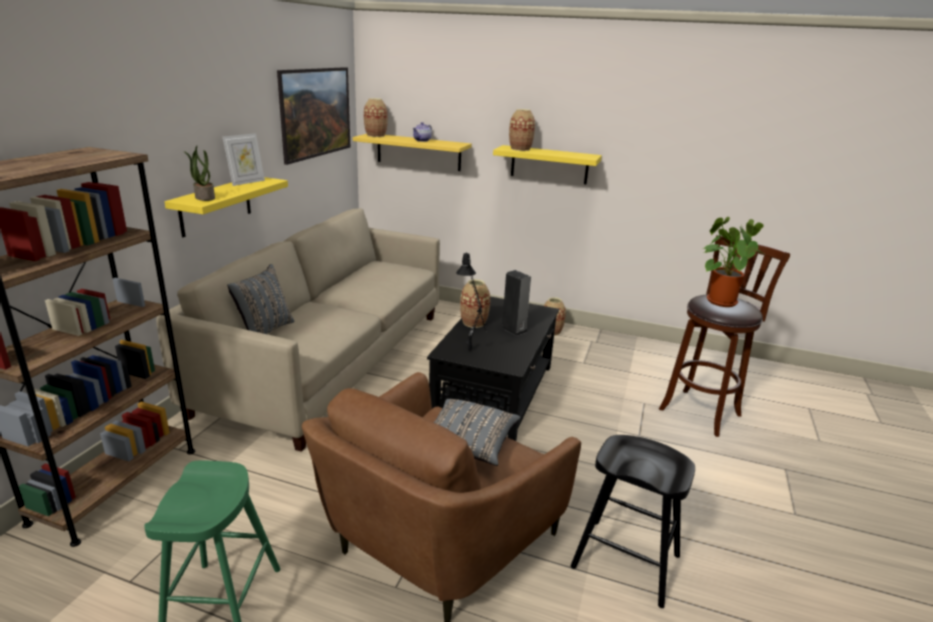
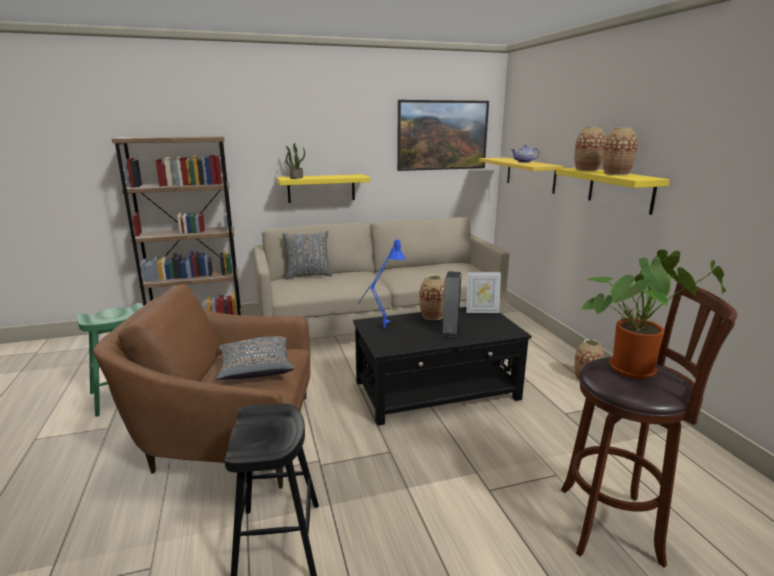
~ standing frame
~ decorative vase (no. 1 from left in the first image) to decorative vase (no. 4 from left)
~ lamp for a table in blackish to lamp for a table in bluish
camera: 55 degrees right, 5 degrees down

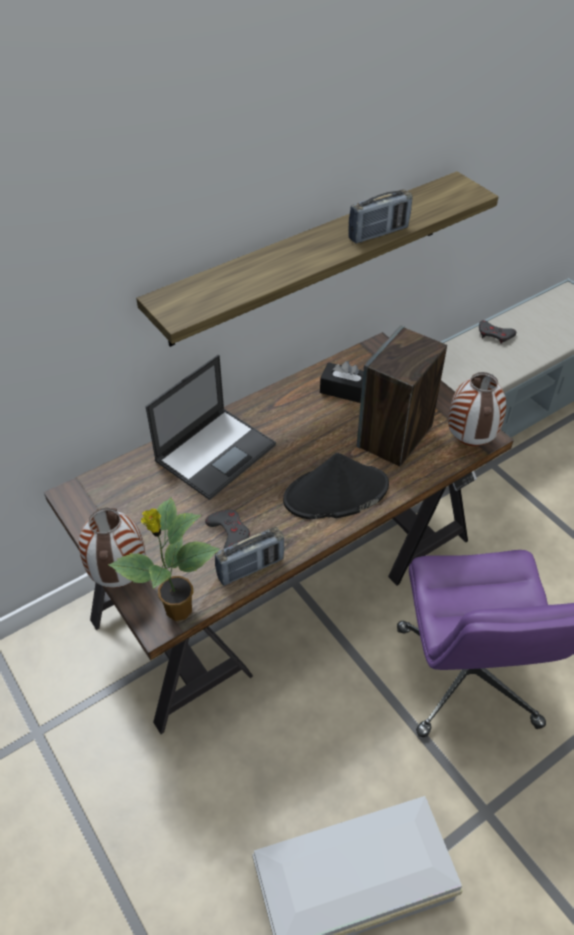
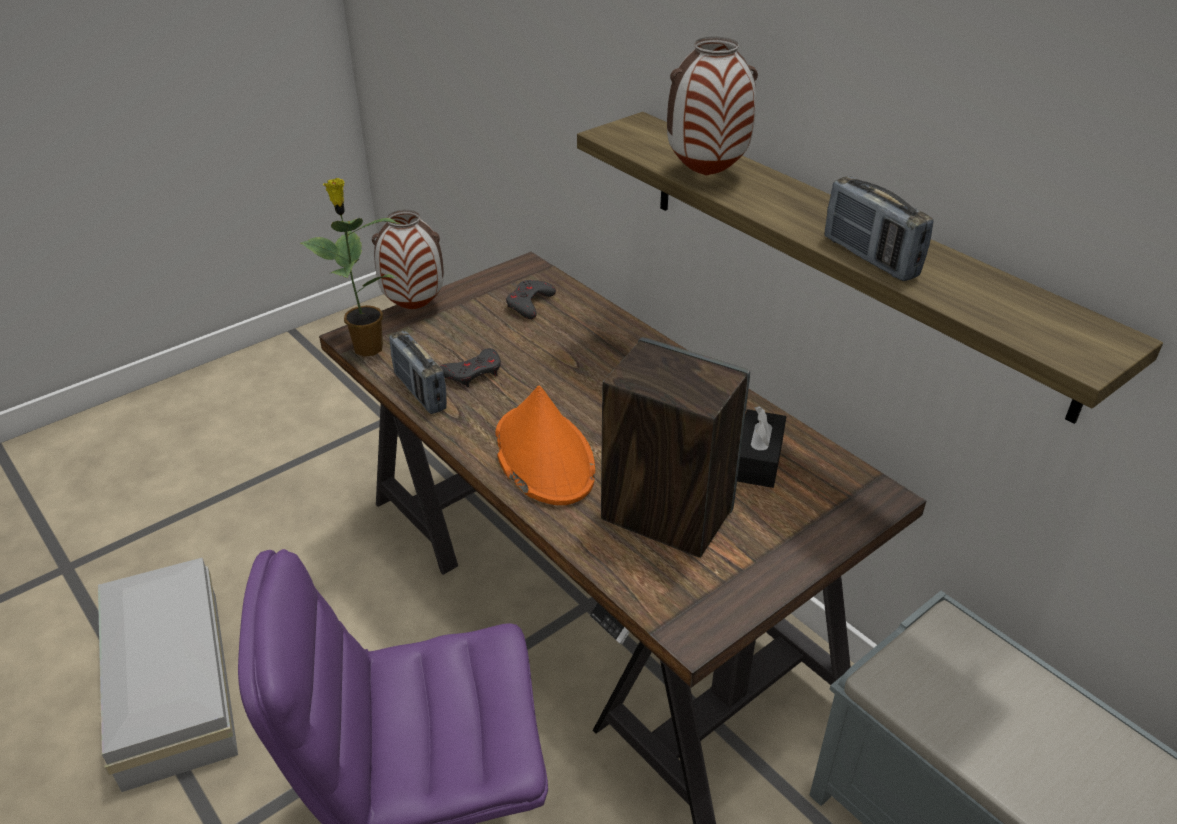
- laptop
~ hat in blackish to hat in orangey
~ decorative vase (no. 2 from left)
~ game controller in grey (no. 2 from left)
camera: 85 degrees right, 10 degrees down

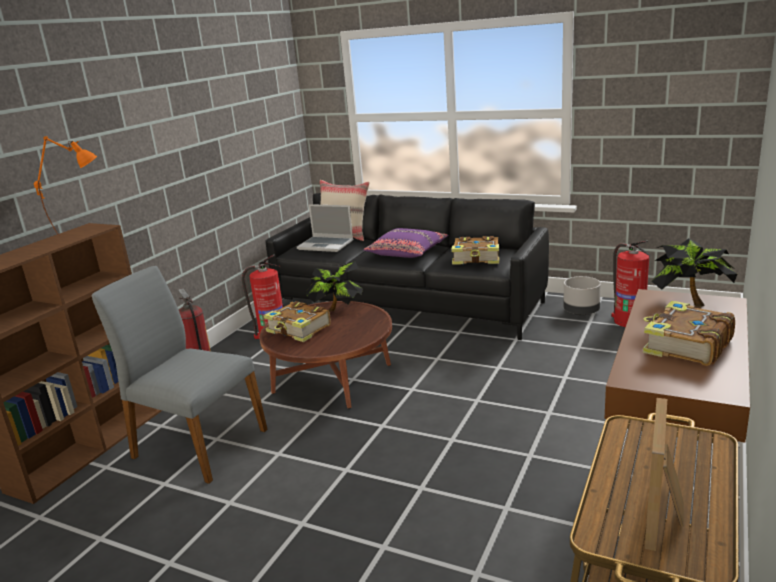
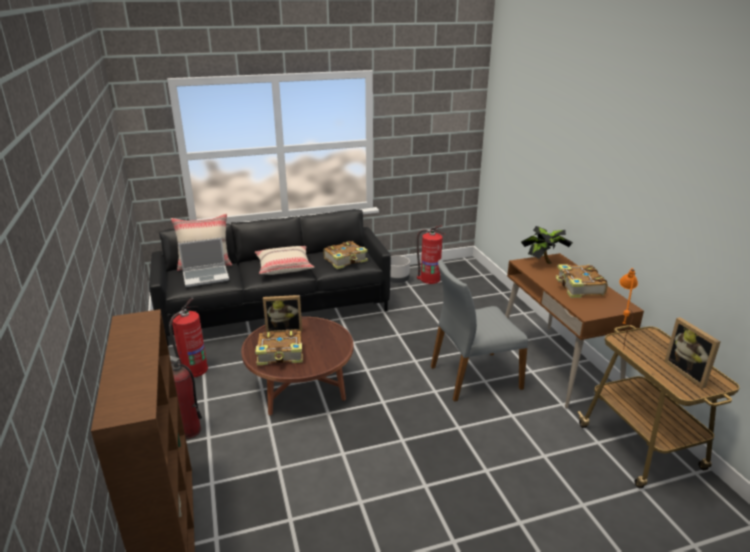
~ lamp for a table in orangey
~ chair in grey
~ potted plant (no. 1 from left) to standing frame (no. 1 from left)
~ cushion in purple-coloured to cushion in beige-coloured (no. 2 from left)
camera: 45 degrees left, 5 degrees up

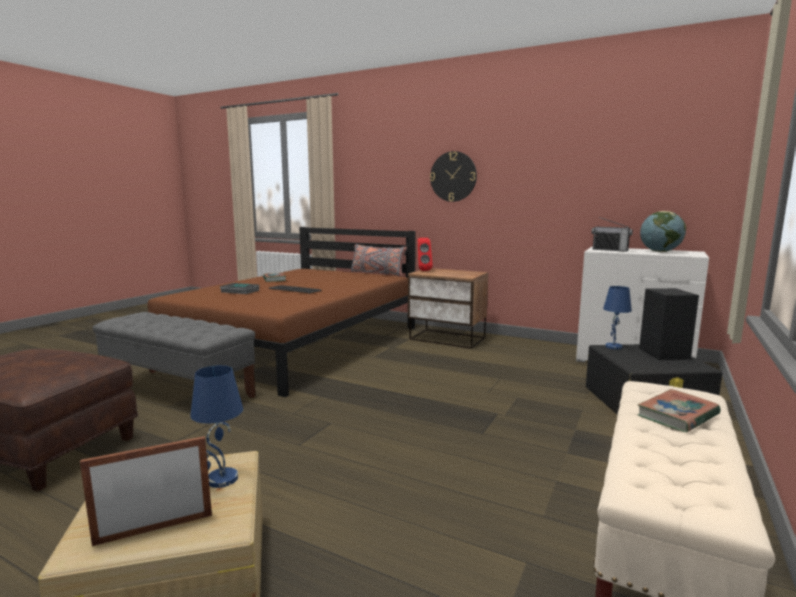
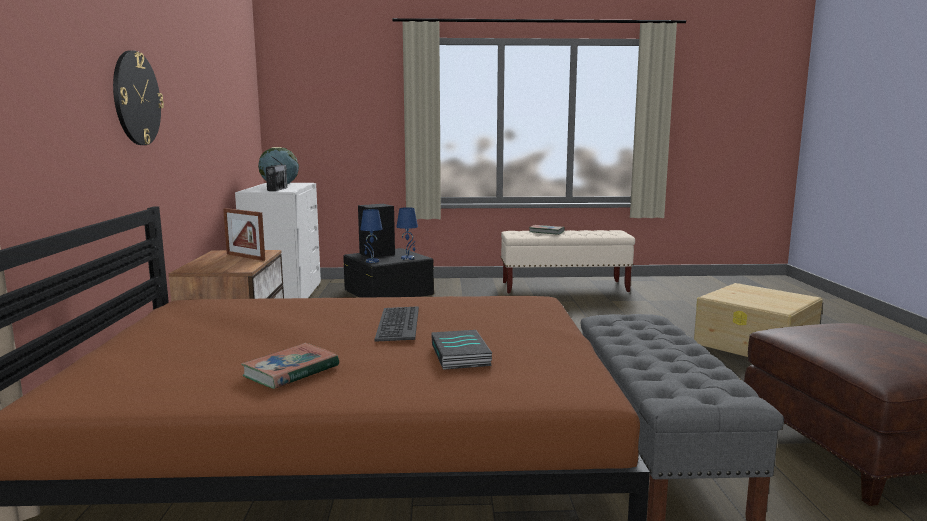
~ standing frame
~ lamp for a table in bluish (no. 1 from left in the first image) to lamp for a table in bluish (no. 2 from left)
- cushion in grey
- audio speaker in red-coloured
camera: 120 degrees left, 0 degrees up

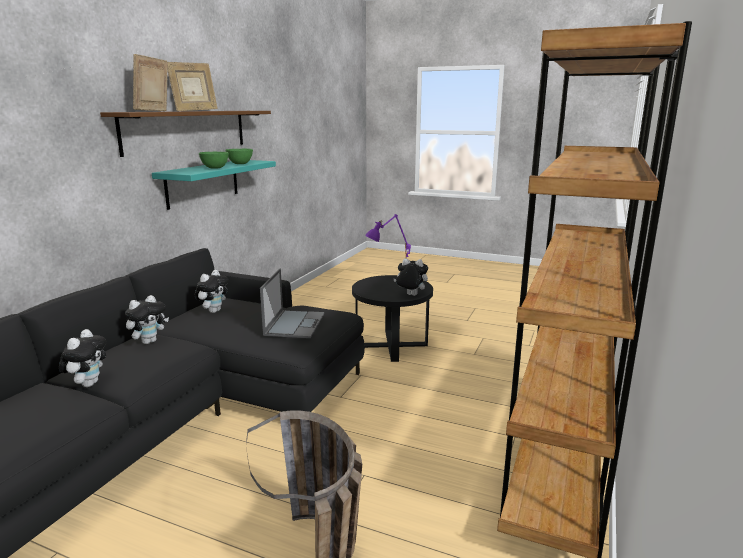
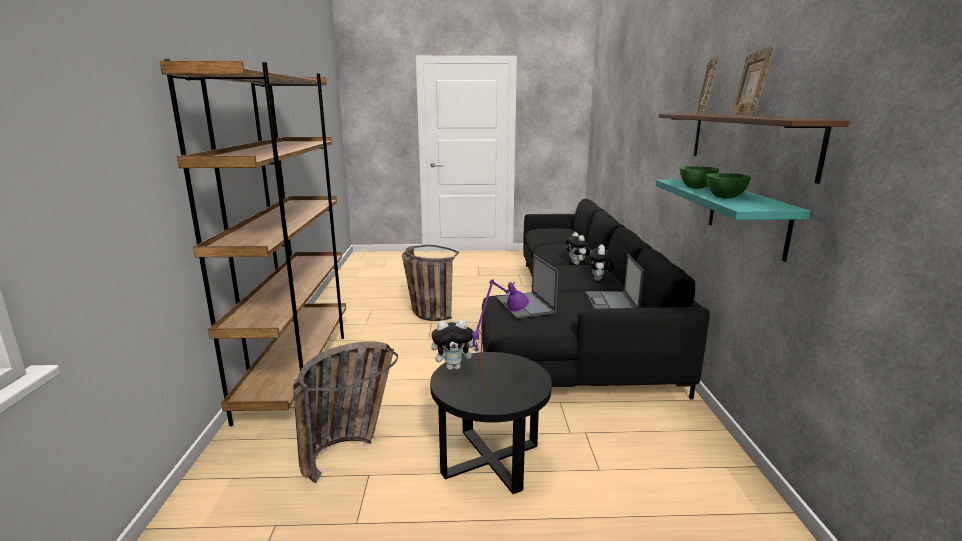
~ standing frame (no. 1 from left) 150 degrees counterclockwise
~ plush toy (no. 3 from left) to laptop (no. 2 from left)
+ storage basket (no. 1 from left)
camera: 155 degrees right, 0 degrees up

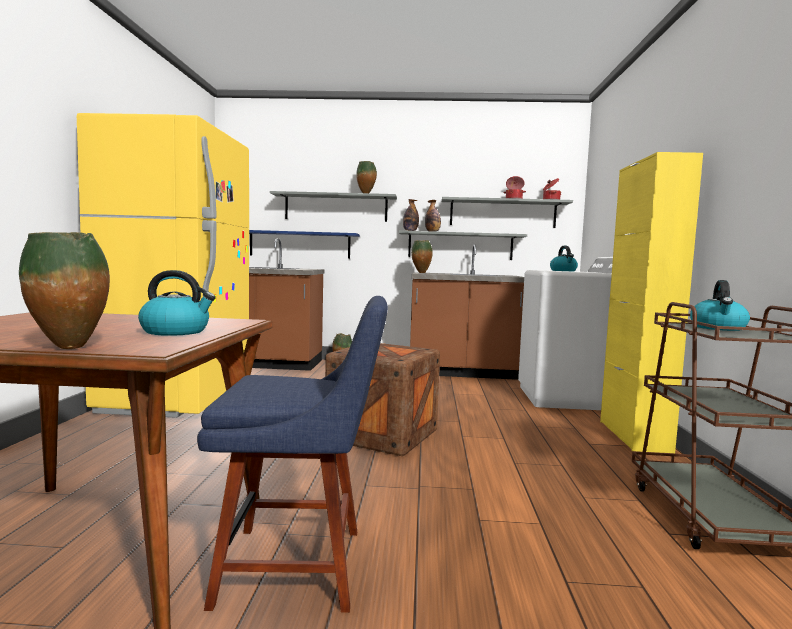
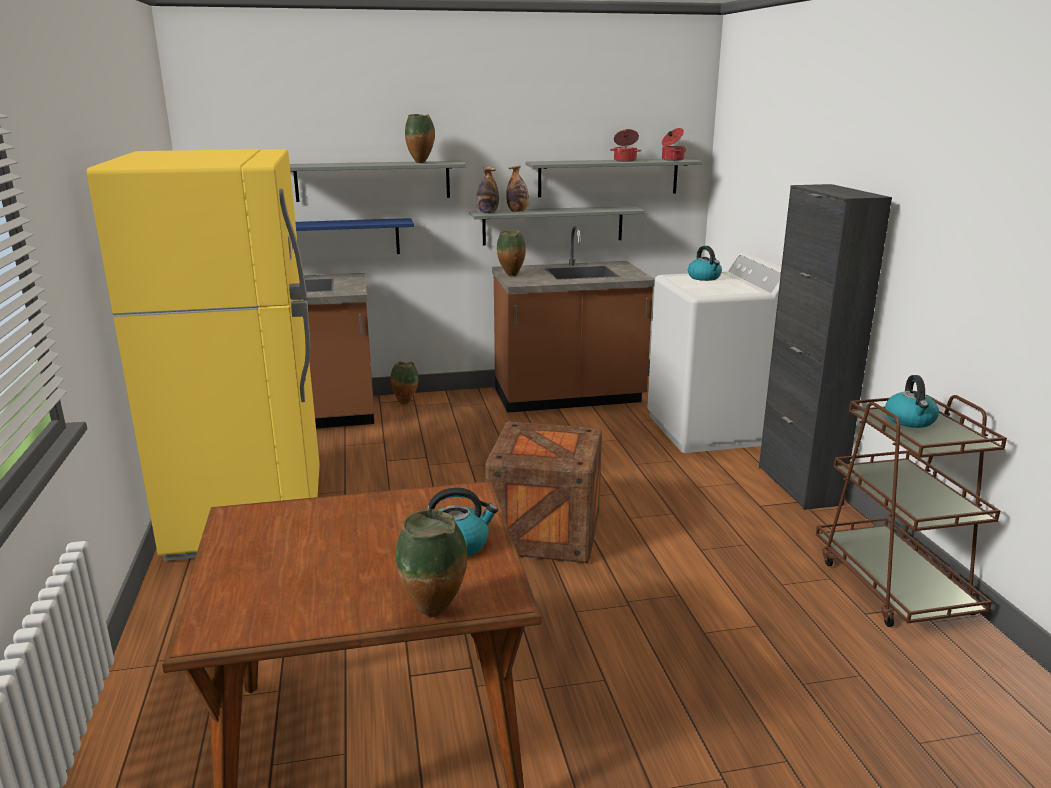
- chair in bluish
~ cupboard in yellow to cupboard in blackish
camera: 15 degrees left, 15 degrees up

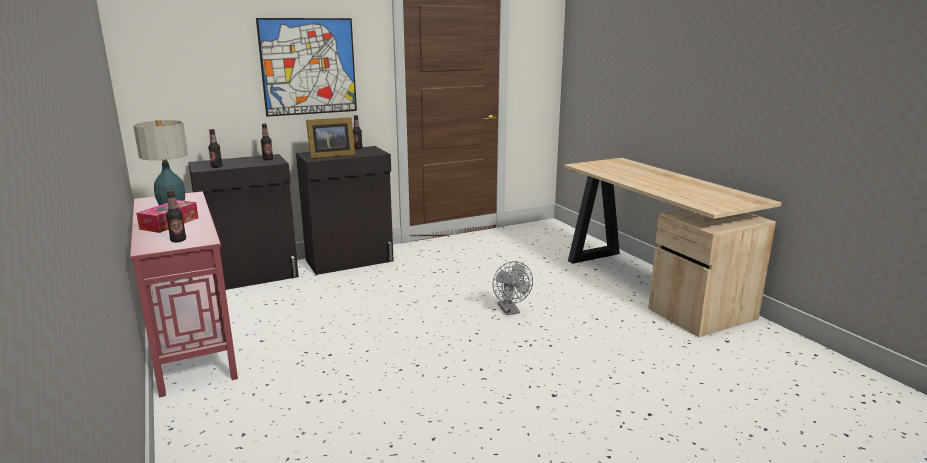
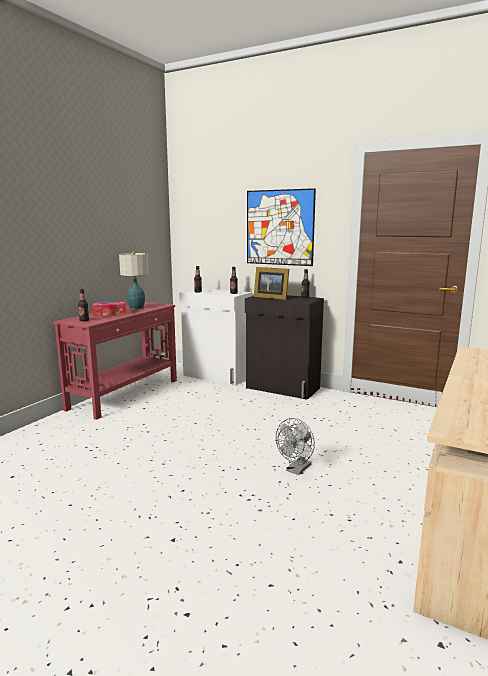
~ cupboard in blackish (no. 1 from left) to cupboard in whitish
camera: 55 degrees right, 5 degrees down

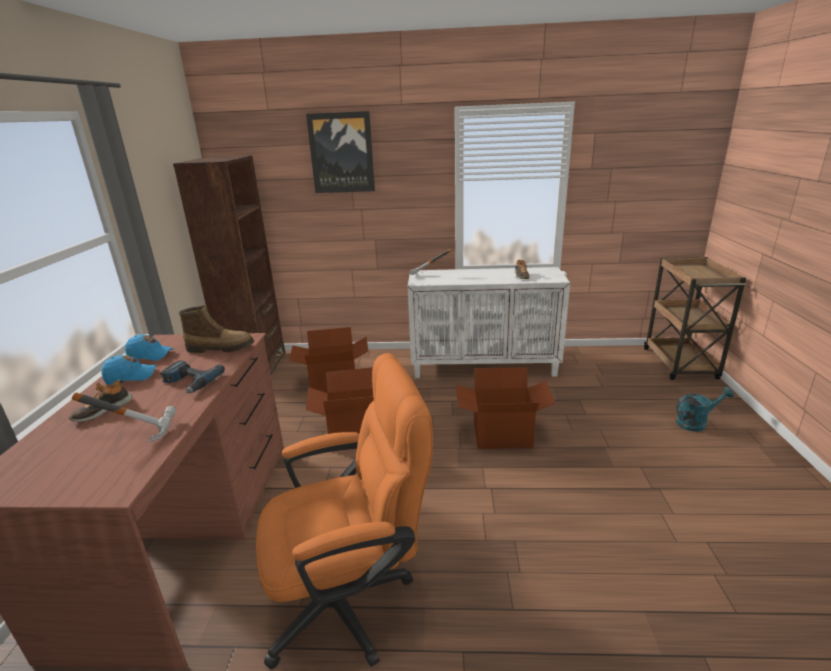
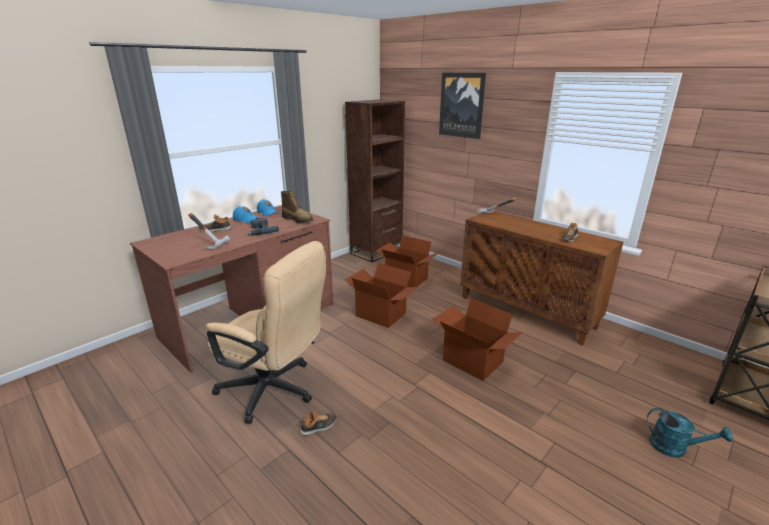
~ office chair in orangey to office chair in beige-coloured
~ cupboard in whitish to cupboard in brown-coloured
+ low shoe (no. 2 from left)
camera: 40 degrees right, 0 degrees up

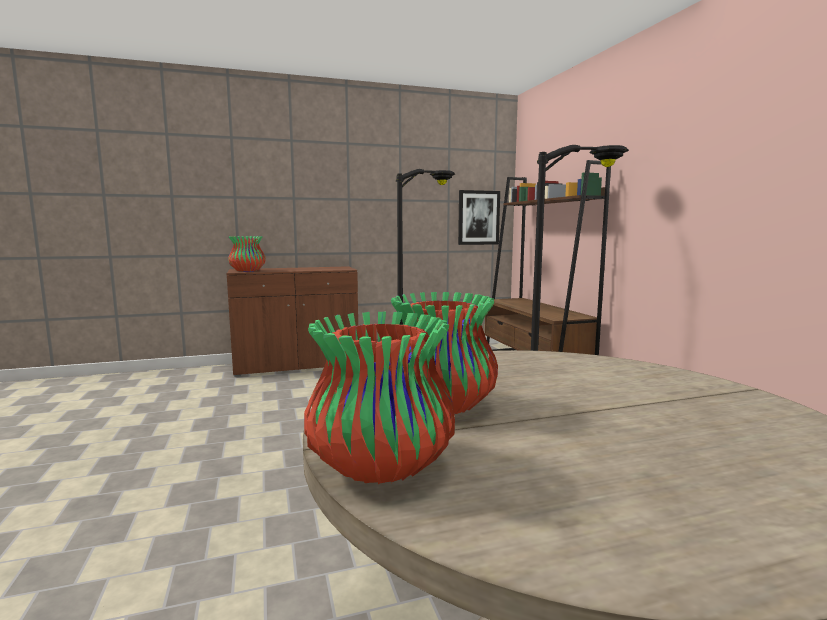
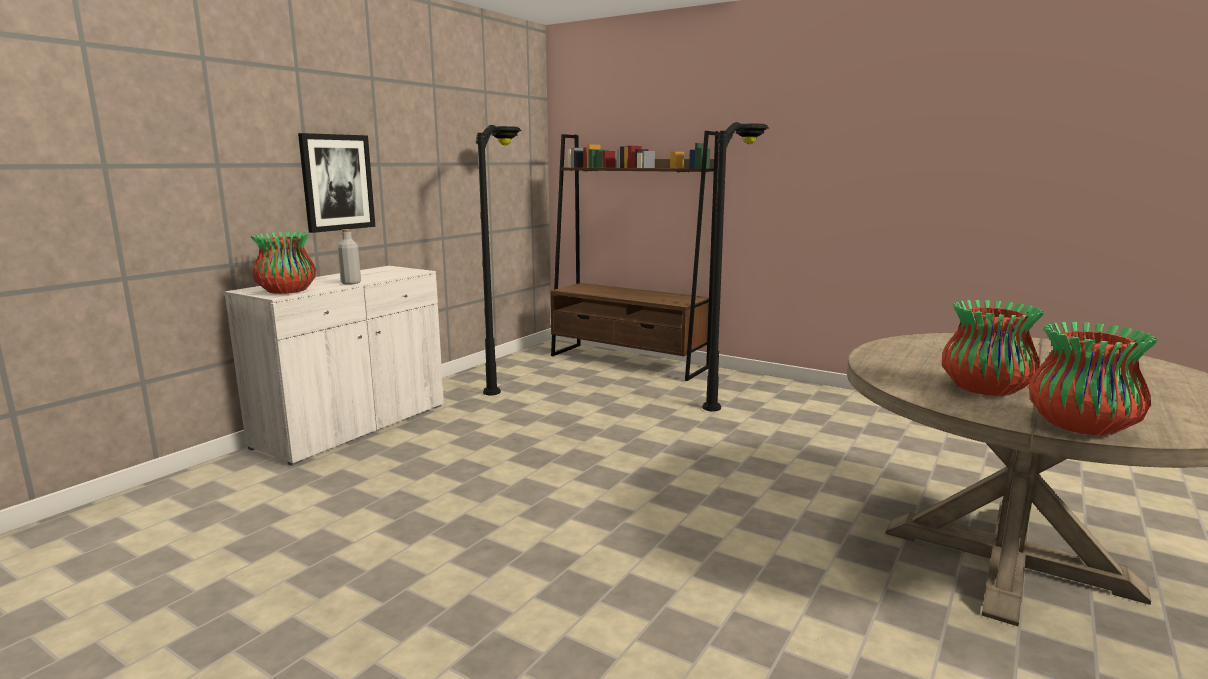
~ cupboard in brown-coloured to cupboard in whitish
~ wall picture
+ drink bottle in grey
camera: 40 degrees left, 5 degrees up

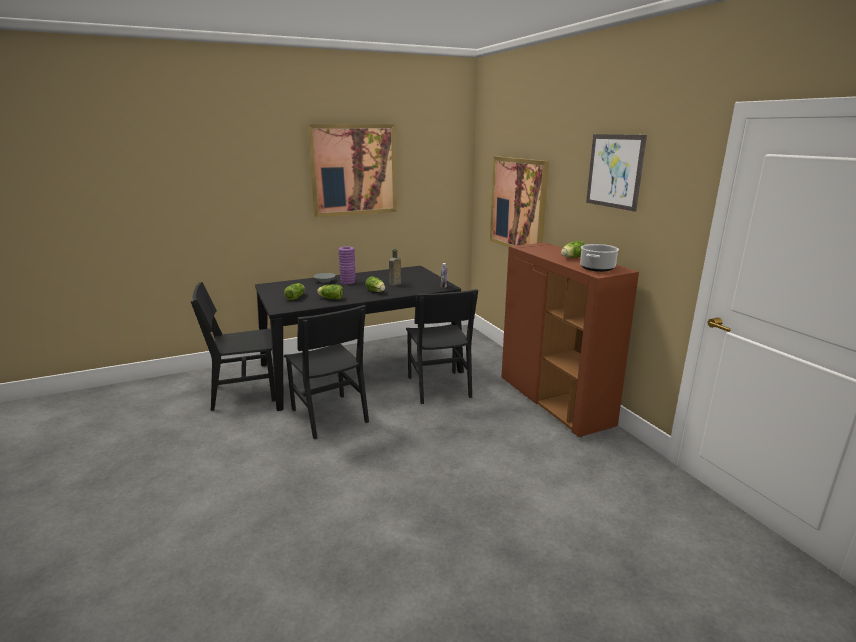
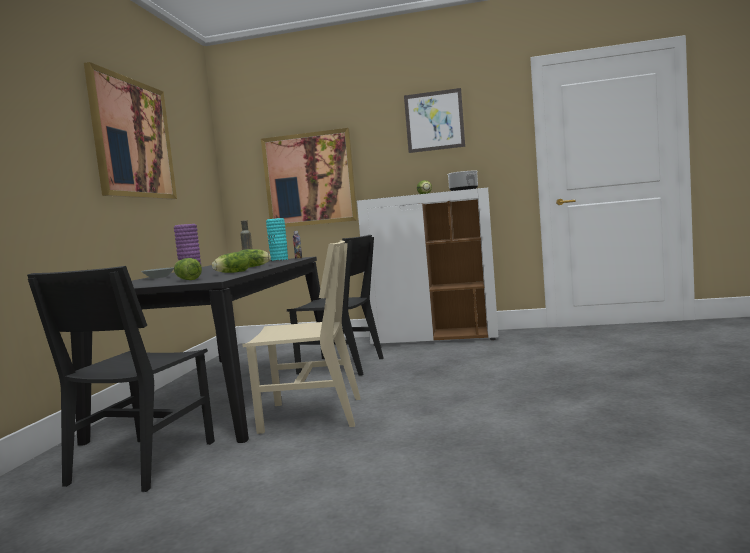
~ chair in blackish (no. 2 from left) to chair in beige-coloured
~ cupboard in brown-coloured to cupboard in whitish
+ decorative vase in turquoise
camera: 55 degrees left, 15 degrees down

